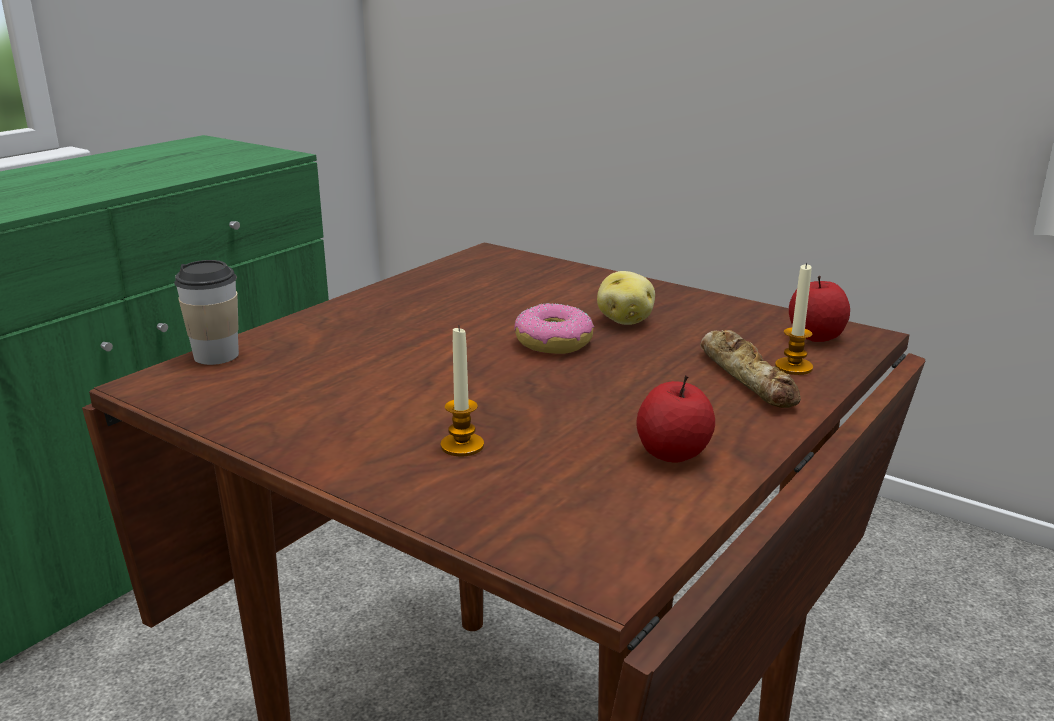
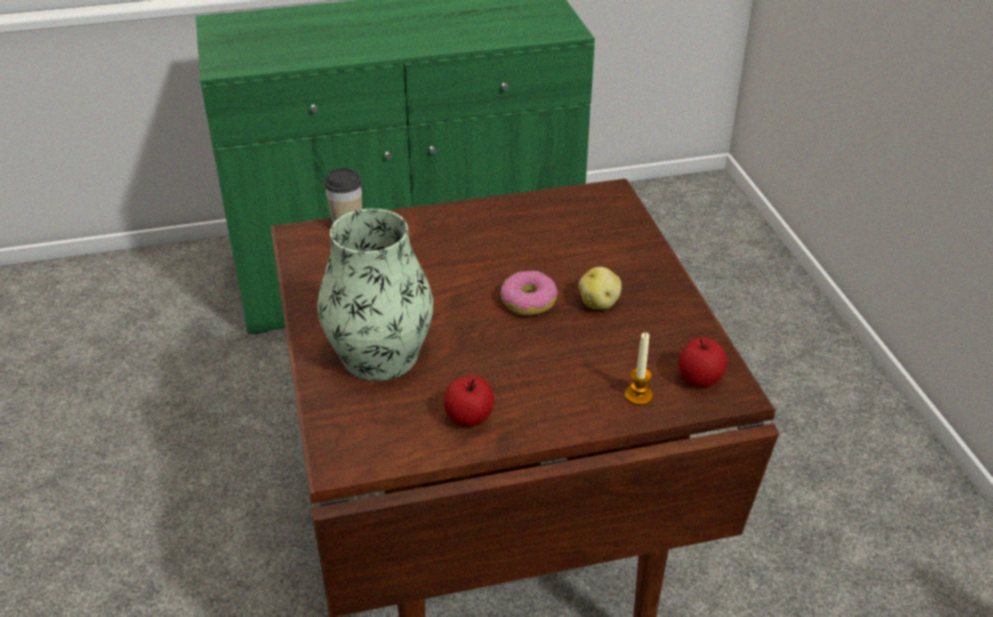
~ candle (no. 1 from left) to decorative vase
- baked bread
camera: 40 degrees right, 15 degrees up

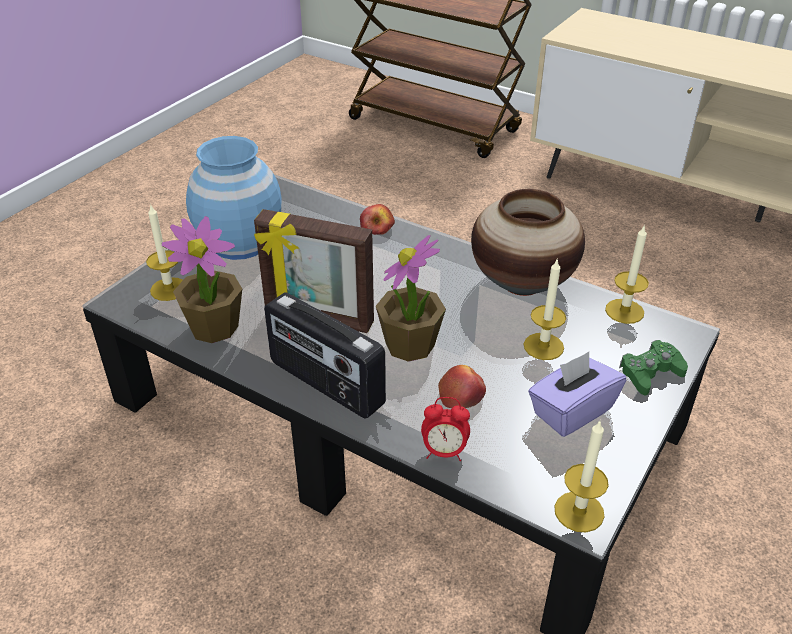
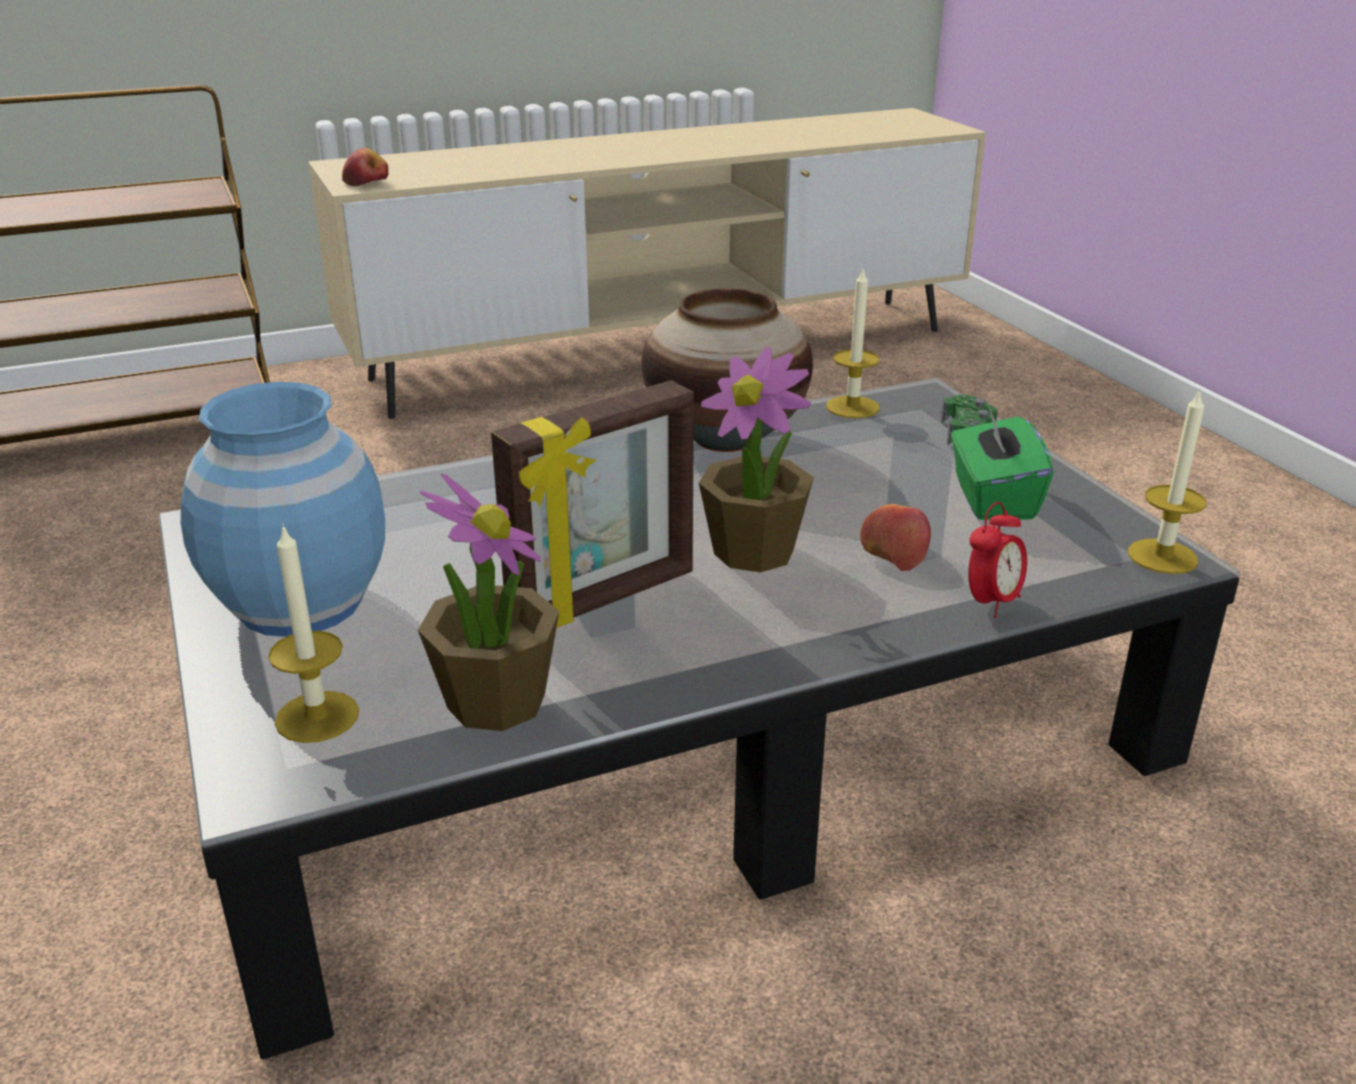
- radio
~ apple (no. 1 from left)
- candle (no. 2 from left)
~ tissue holder in purple-coloured to tissue holder in green
camera: 55 degrees left, 10 degrees down

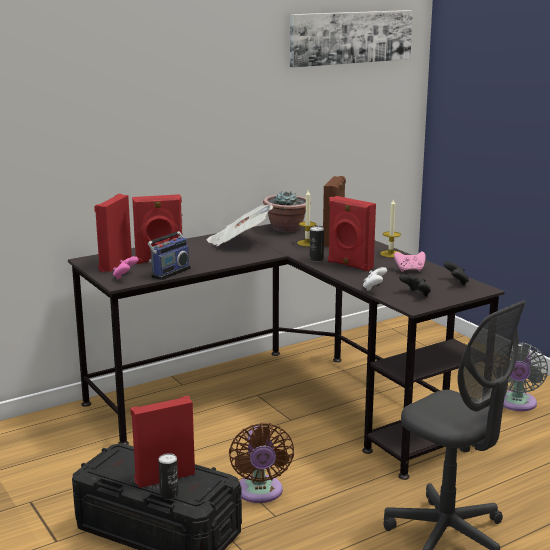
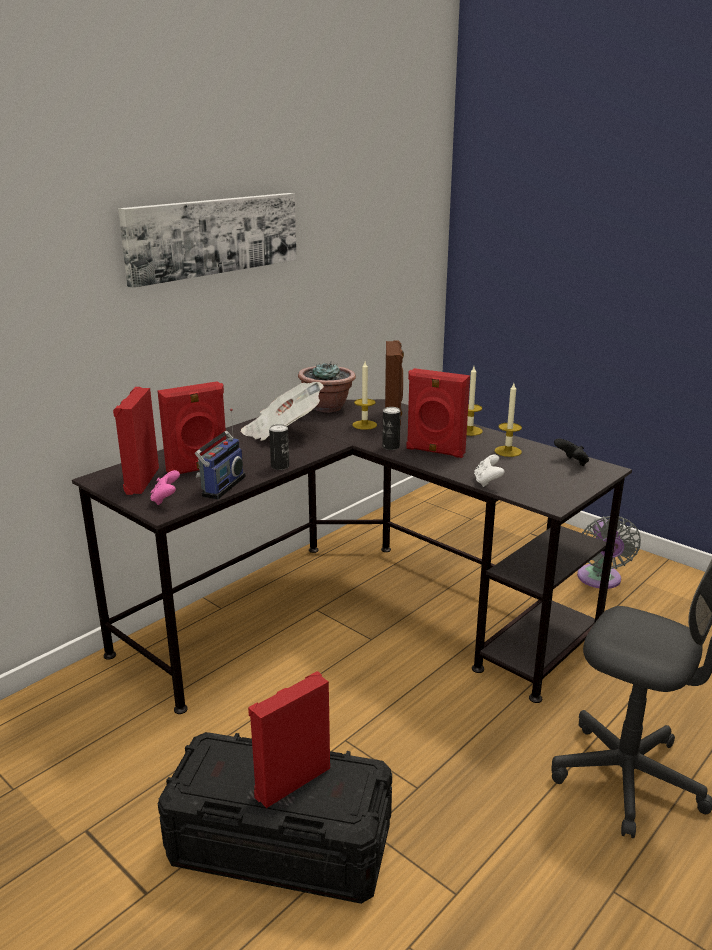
~ metal can (no. 1 from left)
- fan in brown-coloured
~ wall picture
~ game controller in pinkish (no. 2 from left) to candle (no. 3 from left)
- game controller in blackish (no. 1 from left)
camera: 15 degrees left, 5 degrees up

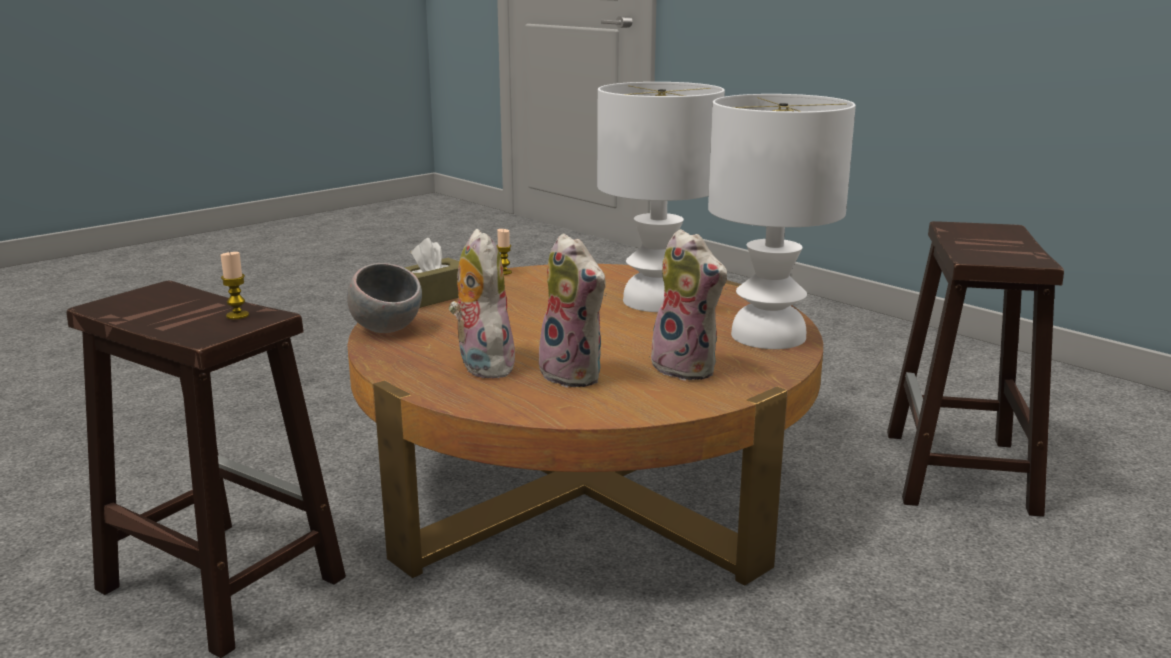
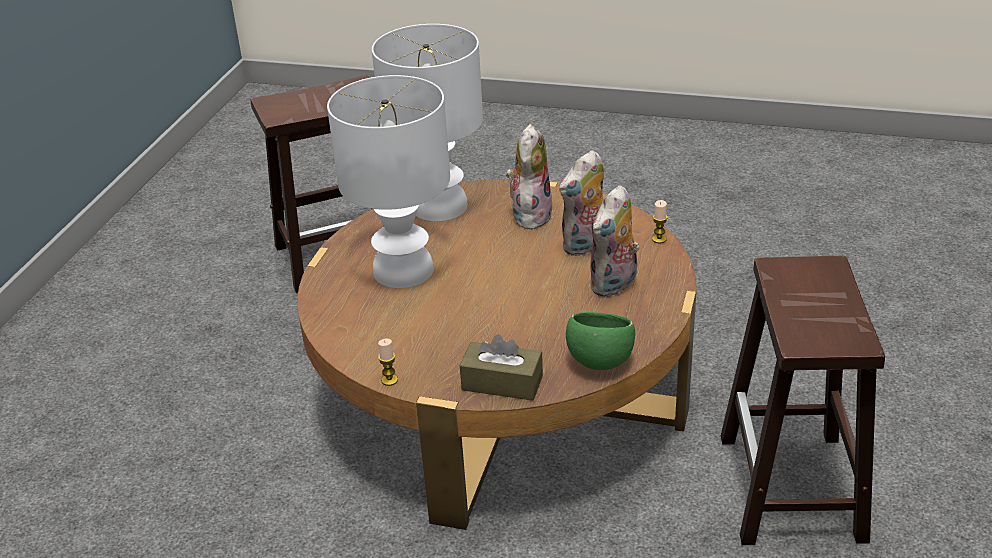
~ candle (no. 1 from left in the first image) to candle (no. 2 from left)
~ deep dish in grey to deep dish in green
~ plush toy (no. 2 from left) 150 degrees counterclockwise
camera: 120 degrees left, 15 degrees up

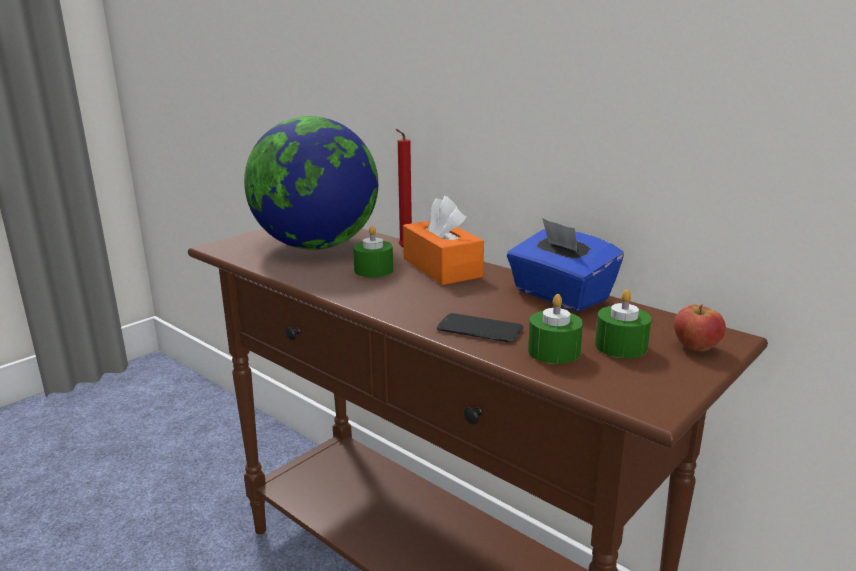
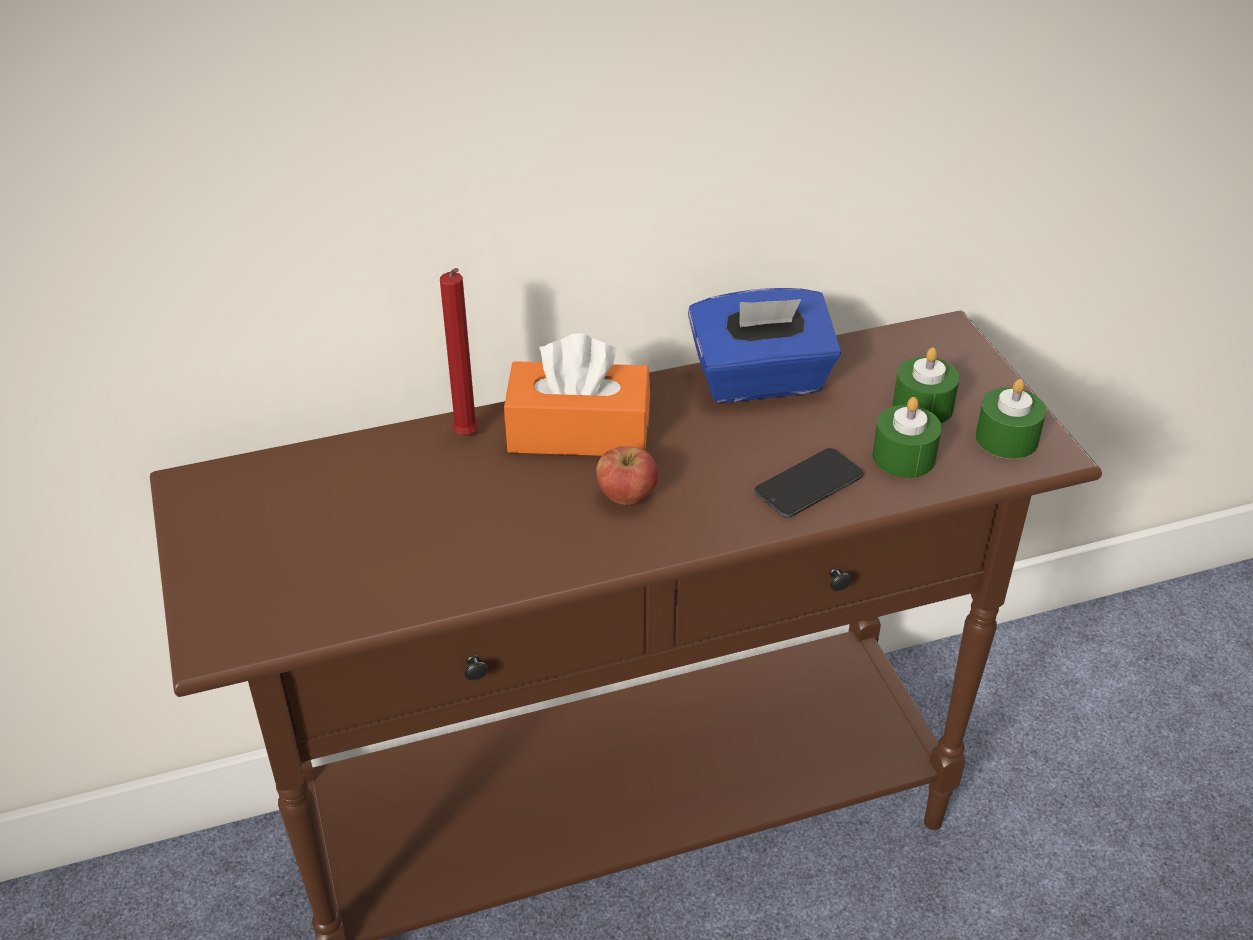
- desk globe
~ candle in green (no. 1 from left in the first image) to candle in green (no. 3 from left)
~ apple
camera: 60 degrees left, 20 degrees up

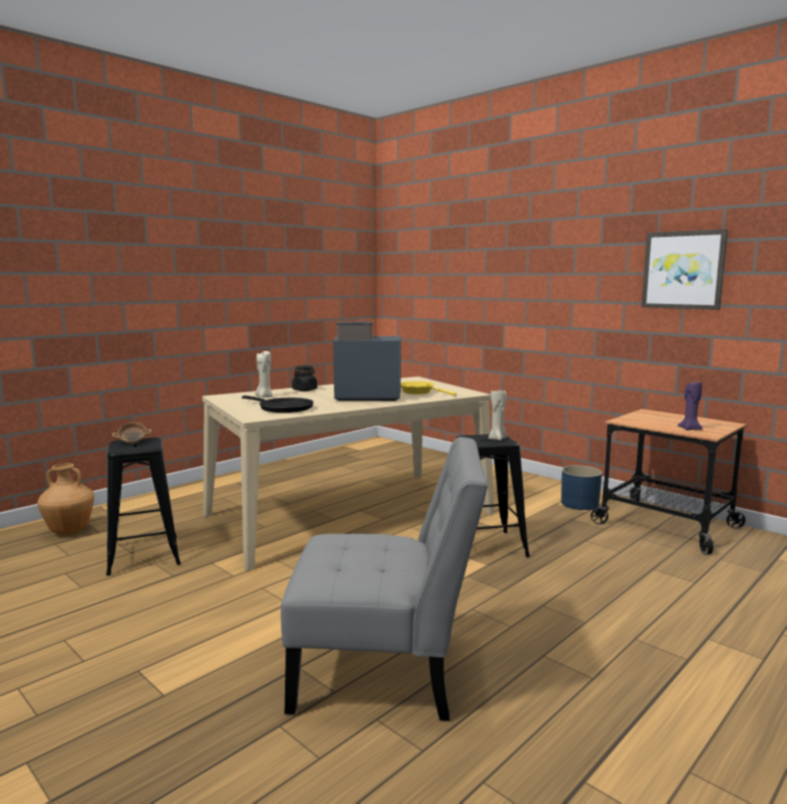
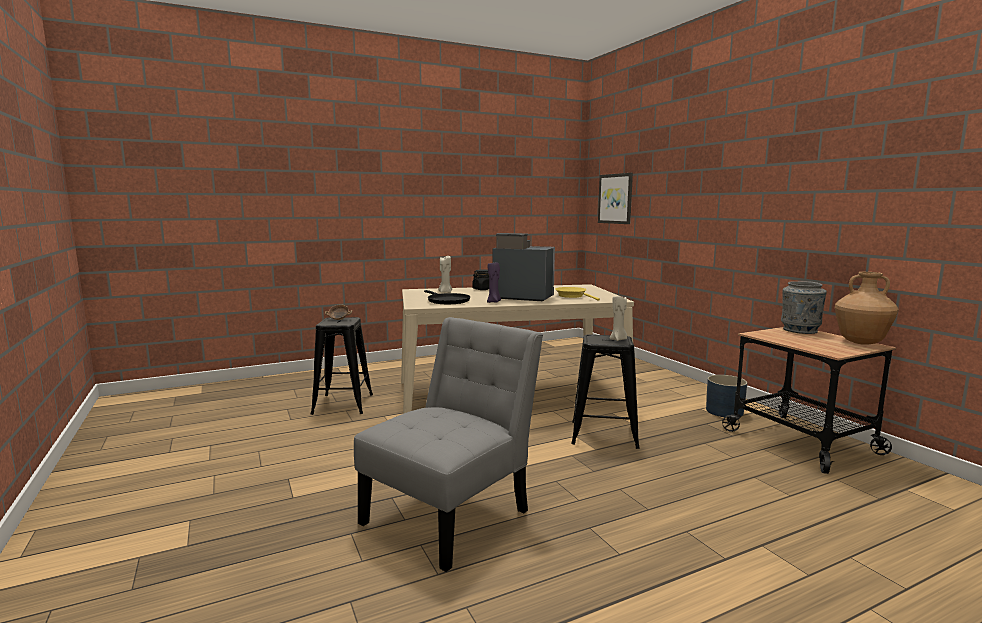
~ decorative vase in brown-coloured
~ chair in grey 75 degrees counterclockwise
~ wall picture
~ candle in purple-coloured
+ decorative vase in grey
camera: 20 degrees right, 0 degrees up

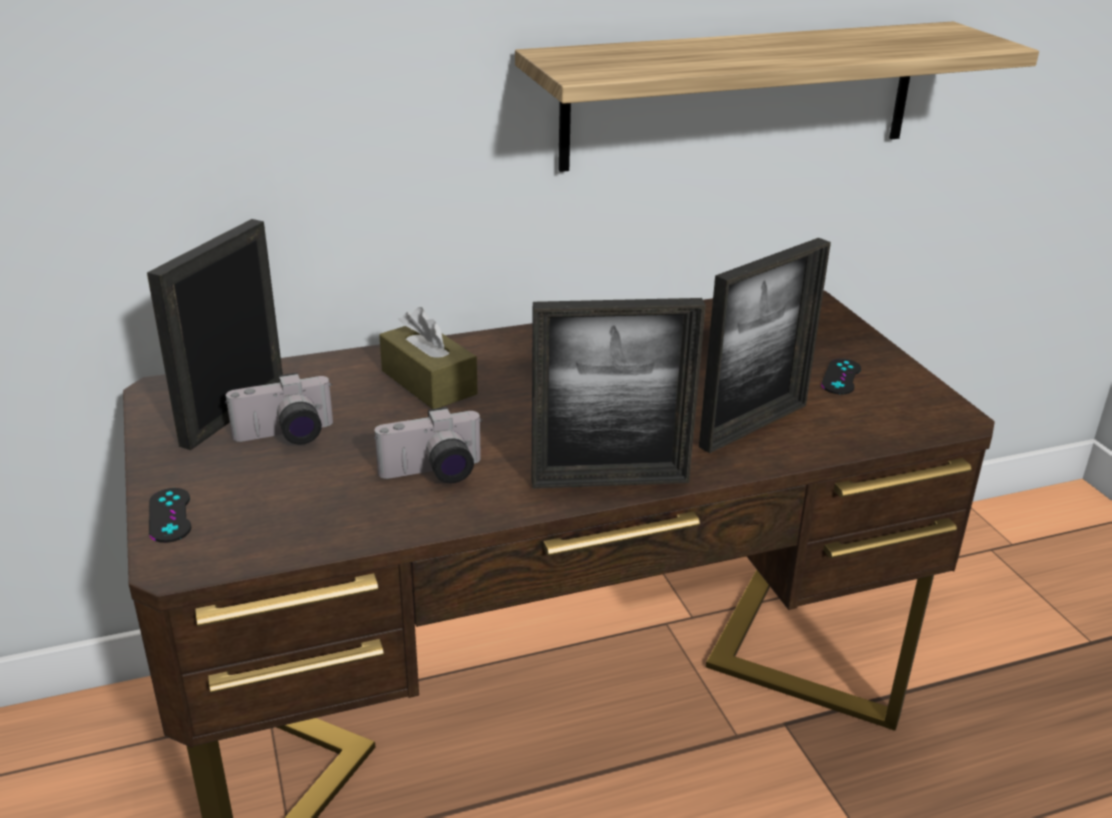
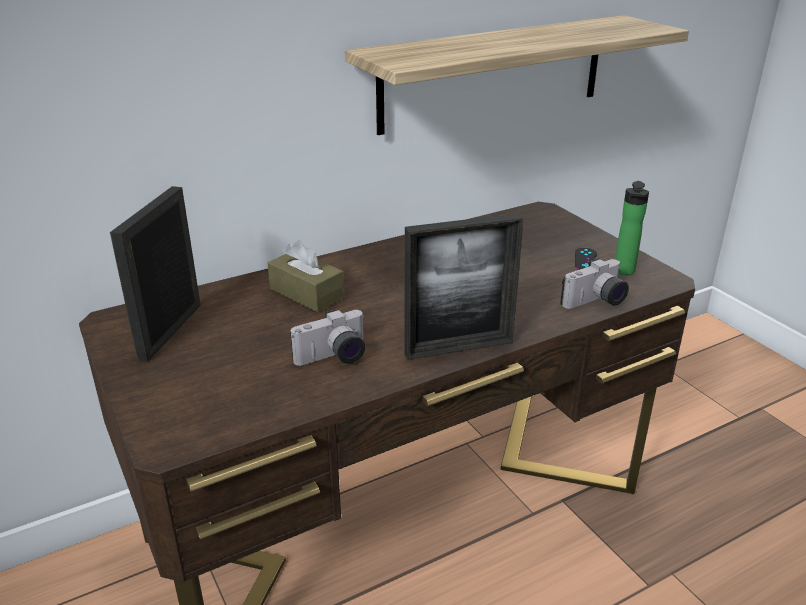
- game controller in blackish (no. 1 from left)
~ photo camera (no. 1 from left in the first image) to photo camera (no. 2 from left)
- standing frame (no. 3 from left)
+ drink bottle
camera: 10 degrees left, 0 degrees up

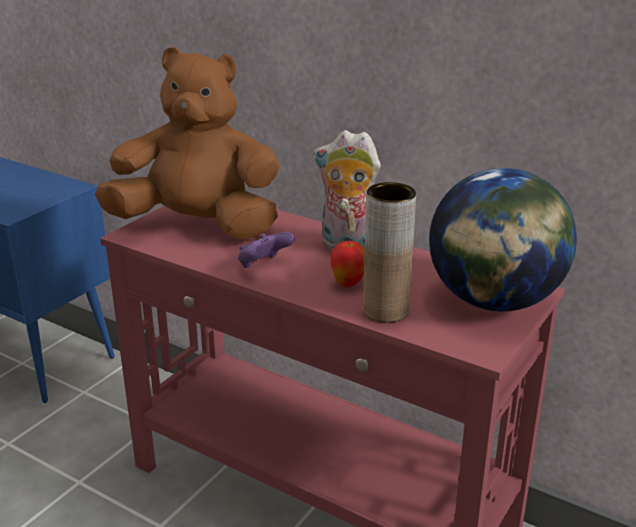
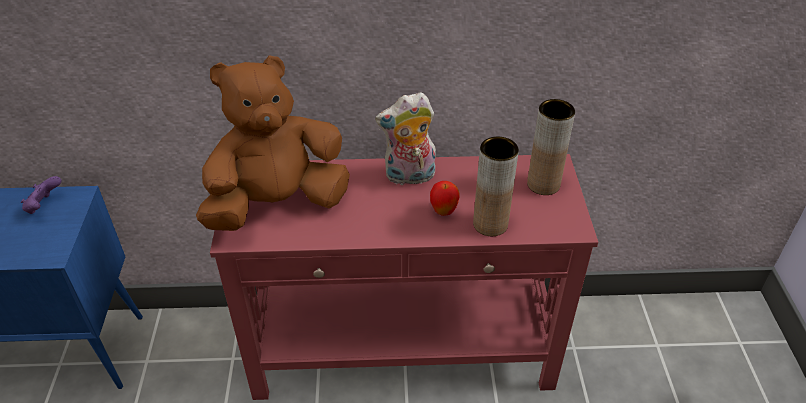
~ game controller in purple-coloured
~ desk globe to decorative vase in brown-coloured (no. 2 from left)
camera: 35 degrees left, 15 degrees up

